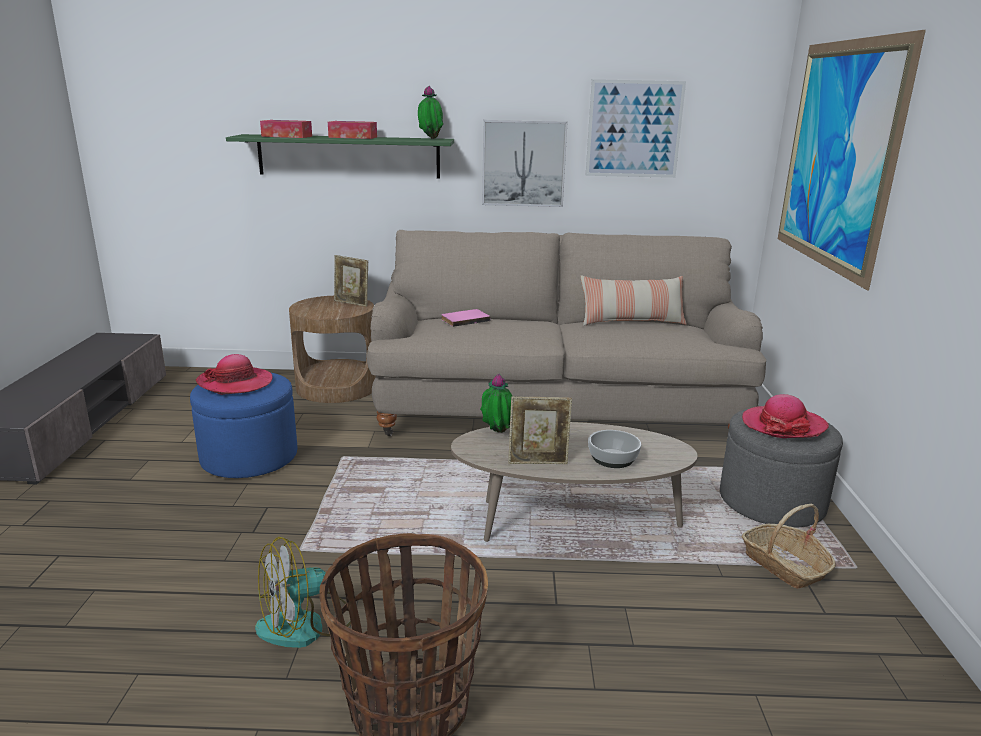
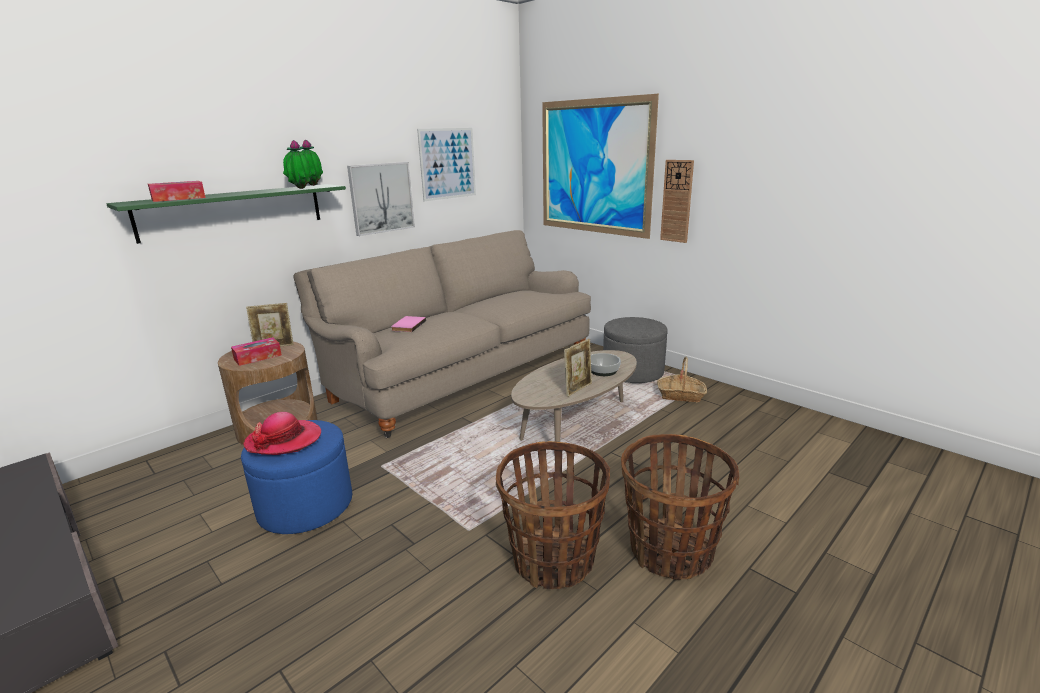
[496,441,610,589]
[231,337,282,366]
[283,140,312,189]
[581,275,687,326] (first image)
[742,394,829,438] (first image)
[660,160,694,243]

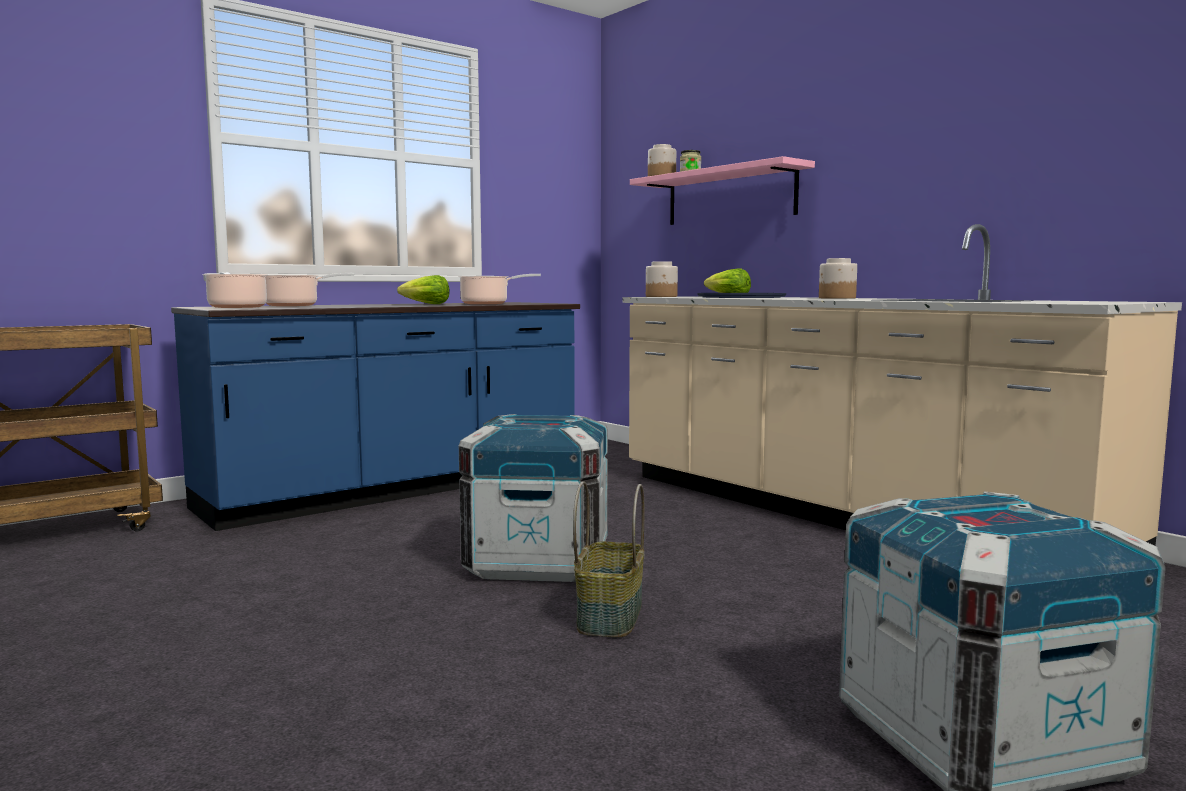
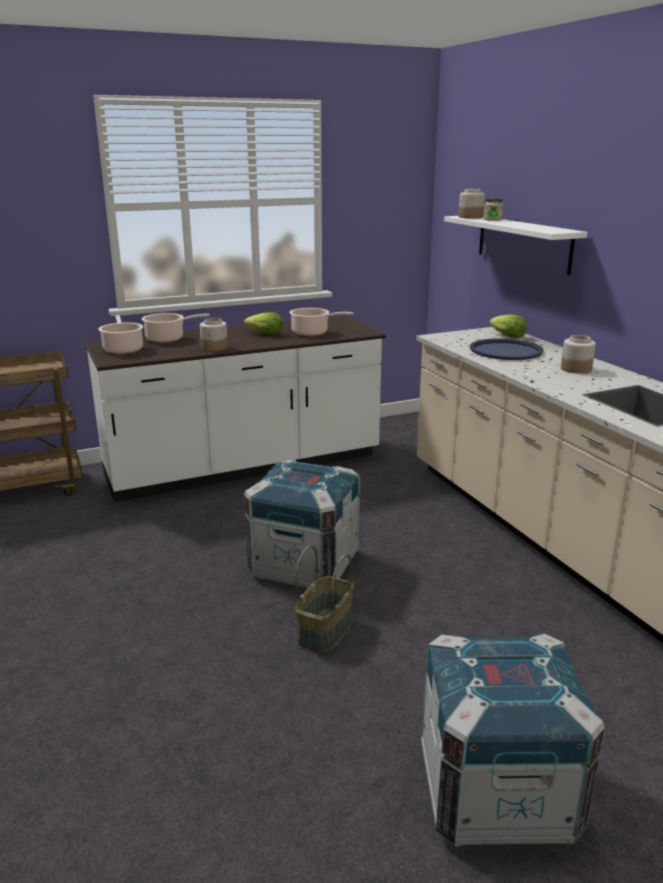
[84,316,386,502]
[444,216,588,275]
[200,318,228,351]

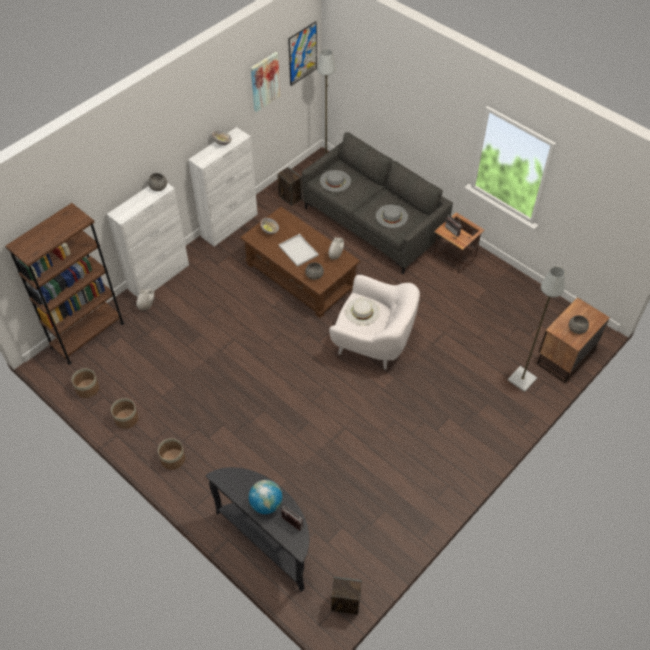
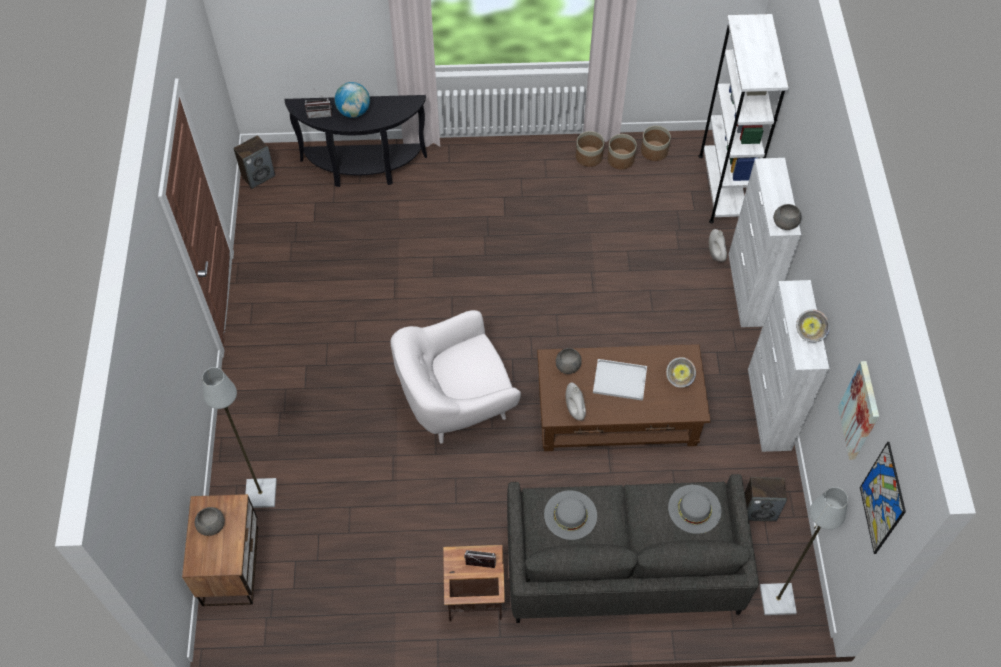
[698,14,789,223]
[607,134,637,170]
[345,298,380,325] (first image)

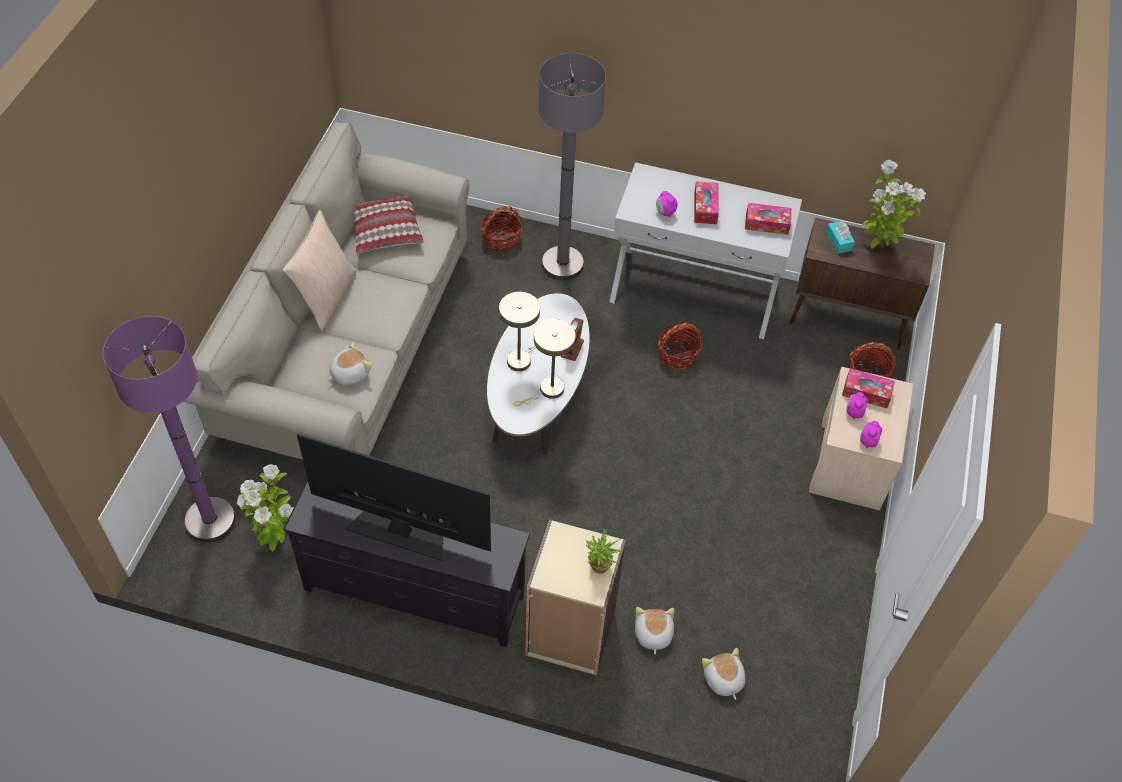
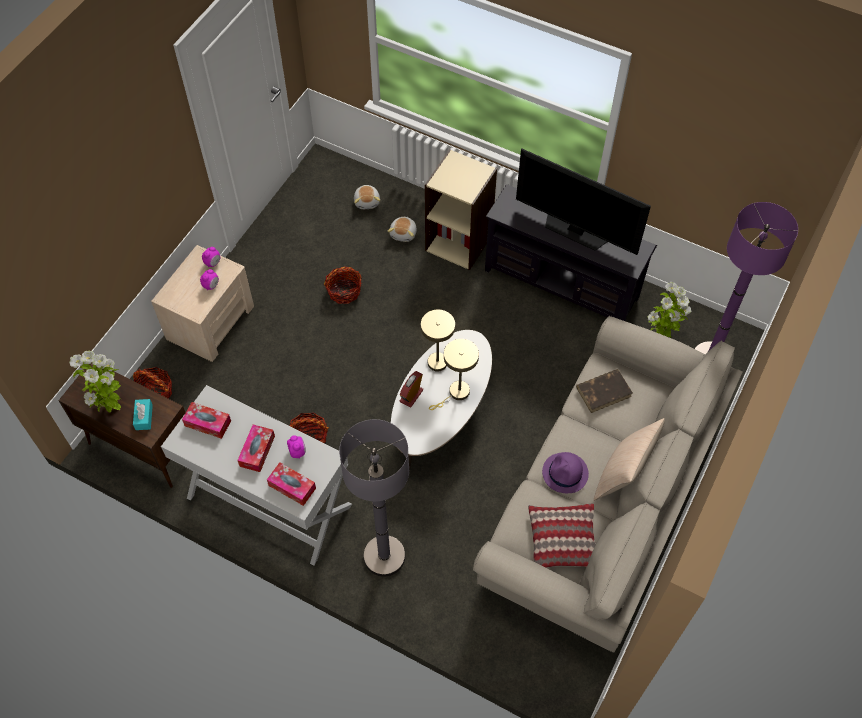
[576,369,633,413]
[324,266,362,304]
[586,529,622,574] (first image)
[267,462,316,506]
[542,452,589,493]

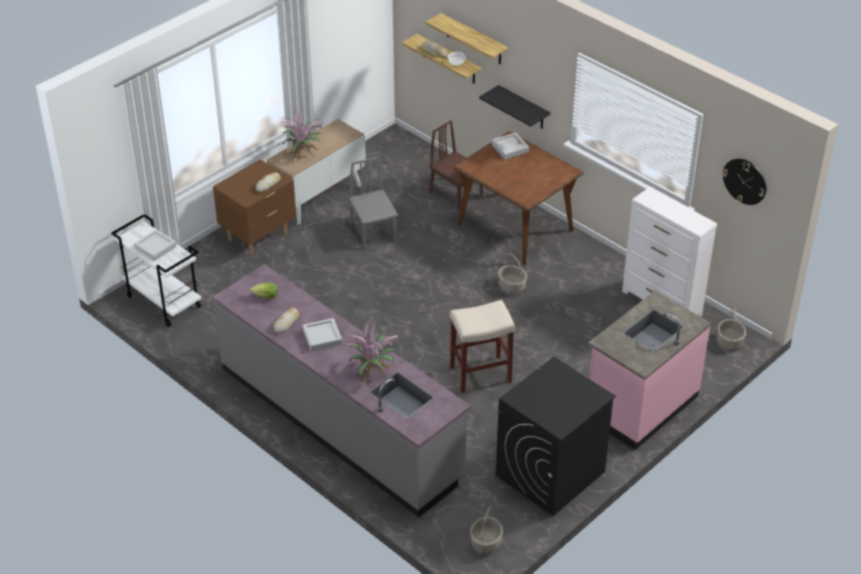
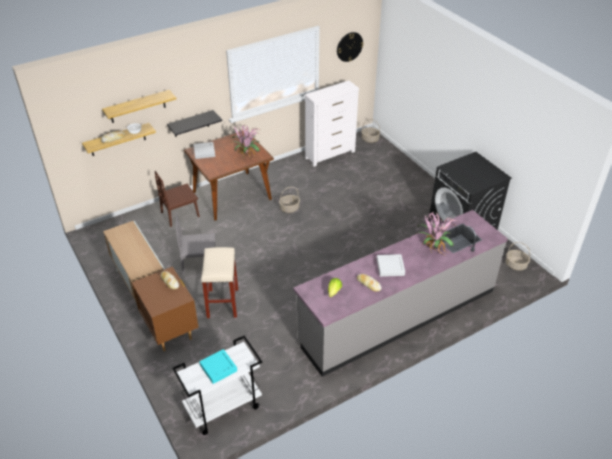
[199,349,237,384]
[230,125,260,161]
[201,247,238,318]
[588,291,711,450] (first image)

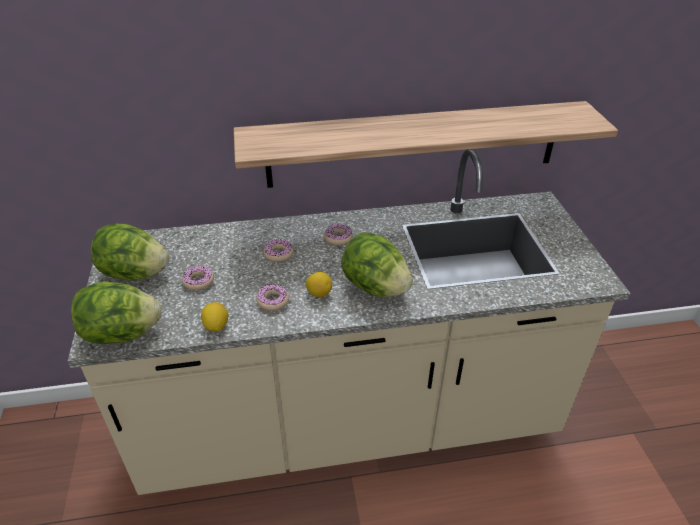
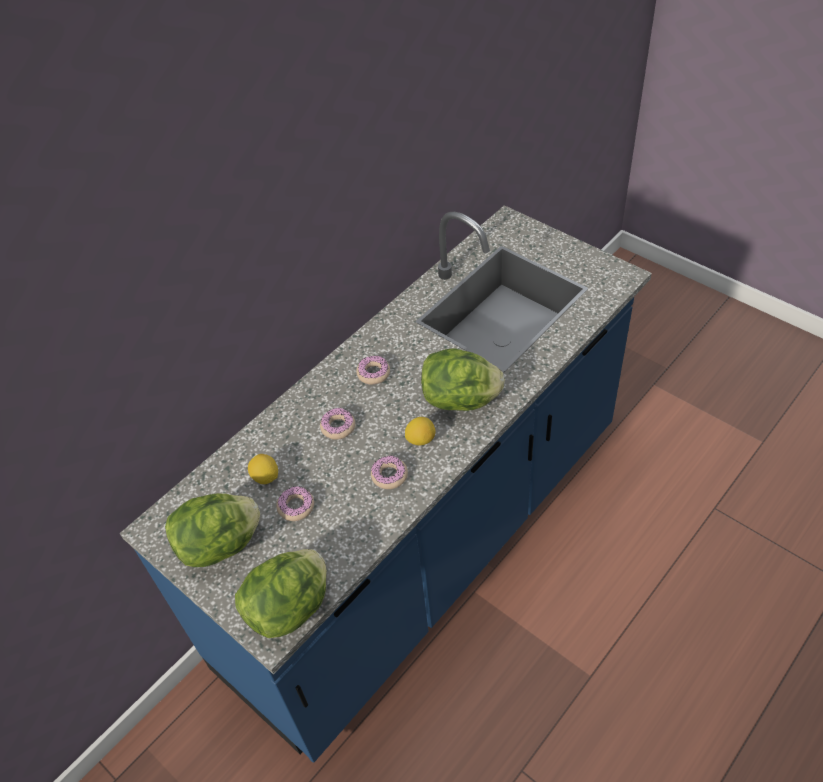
[120,205,652,763]
[248,454,278,484]
[234,101,618,188] (first image)

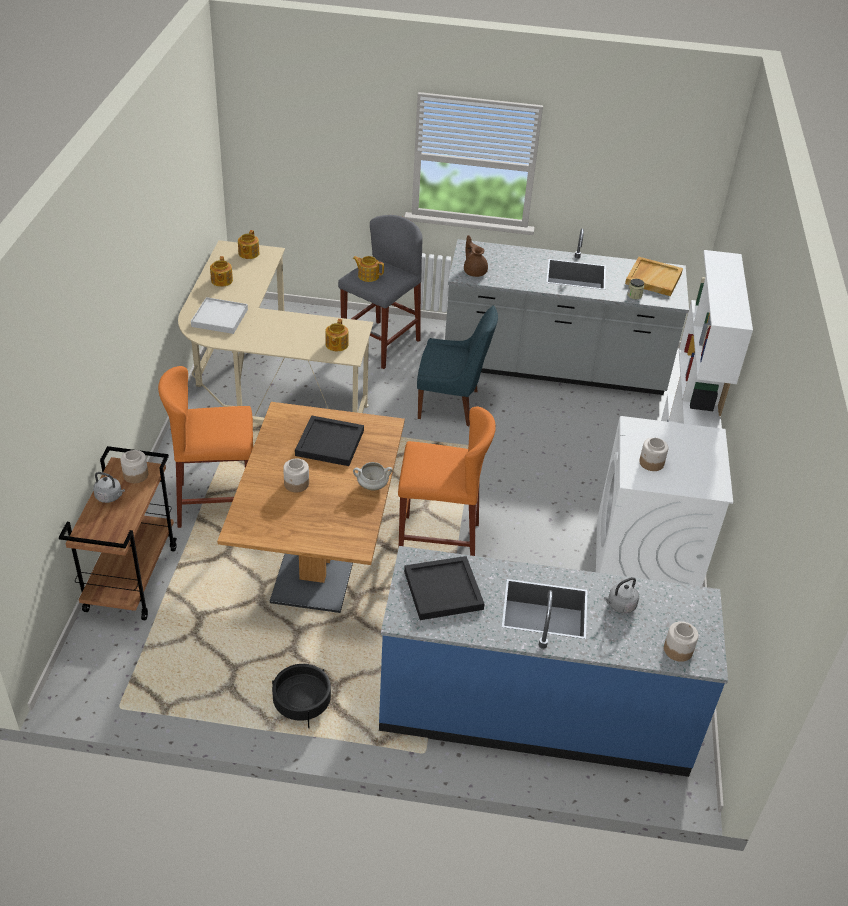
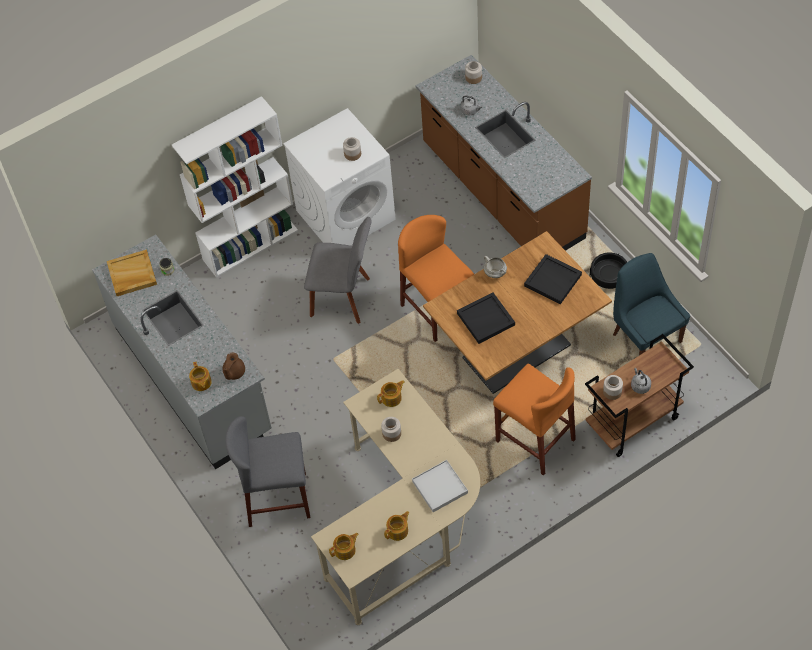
[381,417,401,442]
[189,362,212,391]
[415,55,592,251]
[524,254,582,304]
[613,253,690,355]
[304,217,371,324]

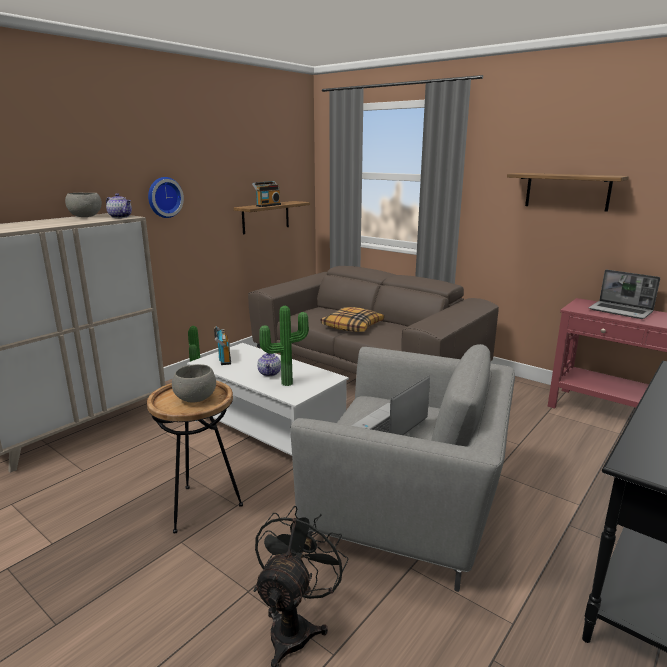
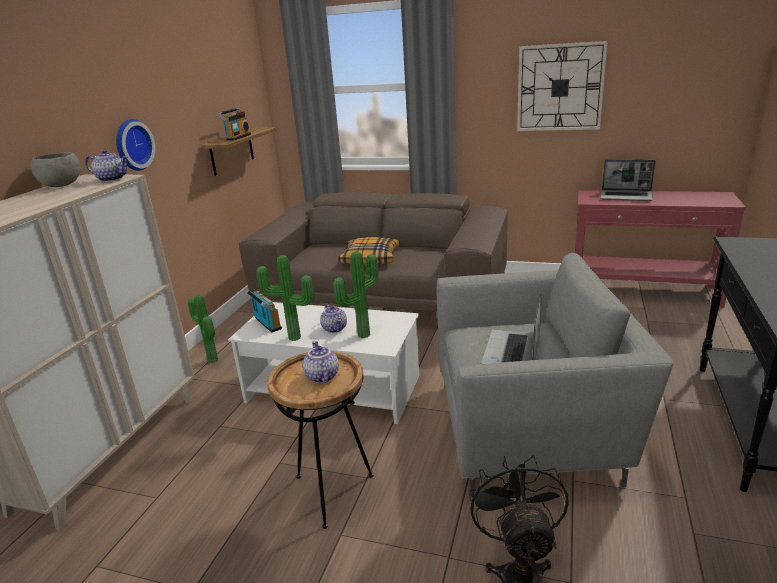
[303,341,339,383]
[517,41,608,131]
[256,255,315,341]

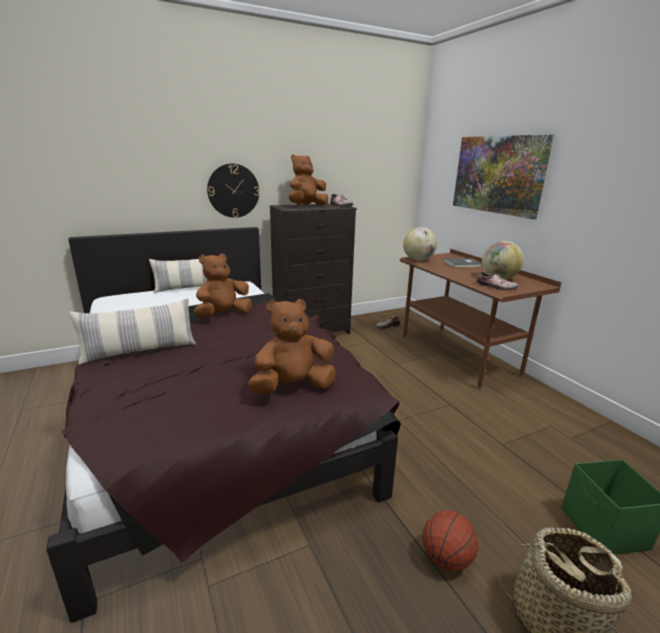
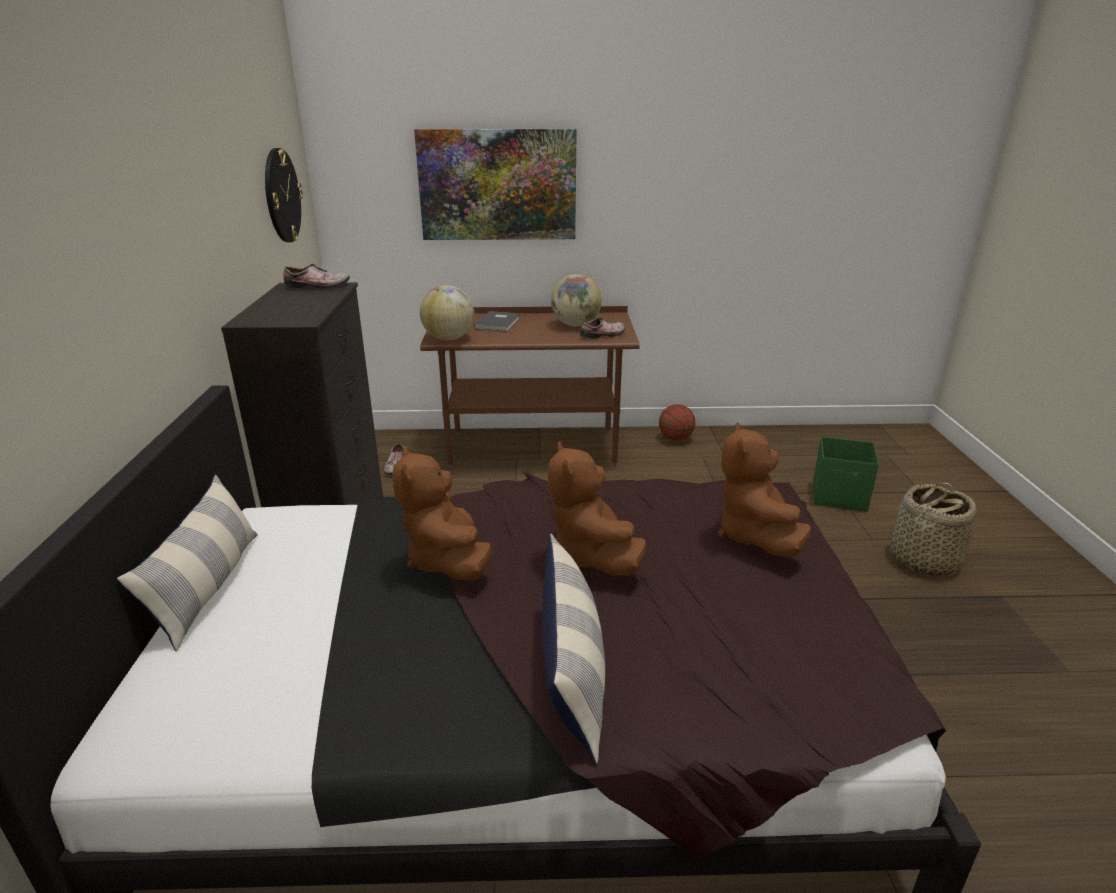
[265,148,303,242]
[548,441,647,576]
[659,404,696,441]

